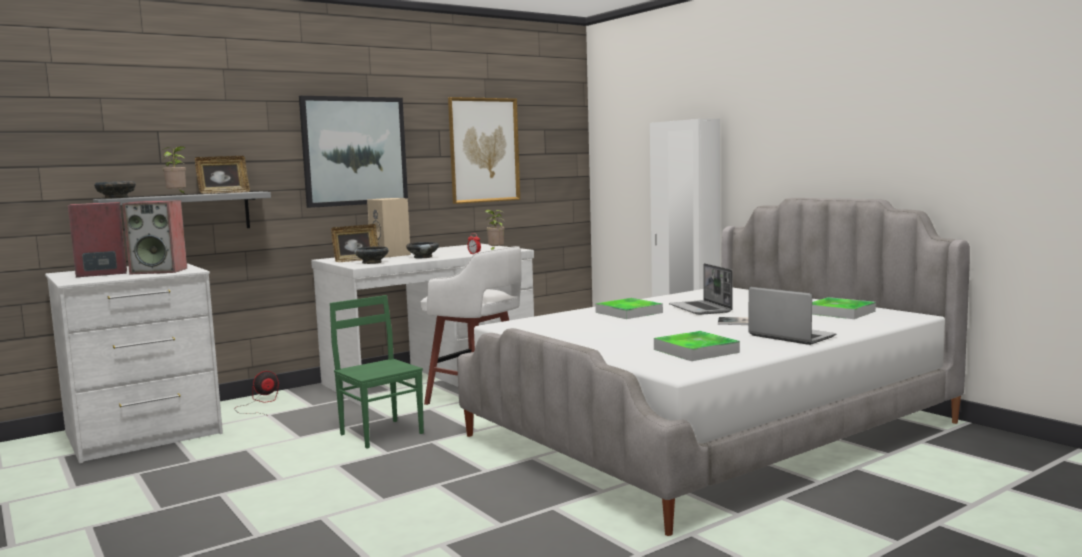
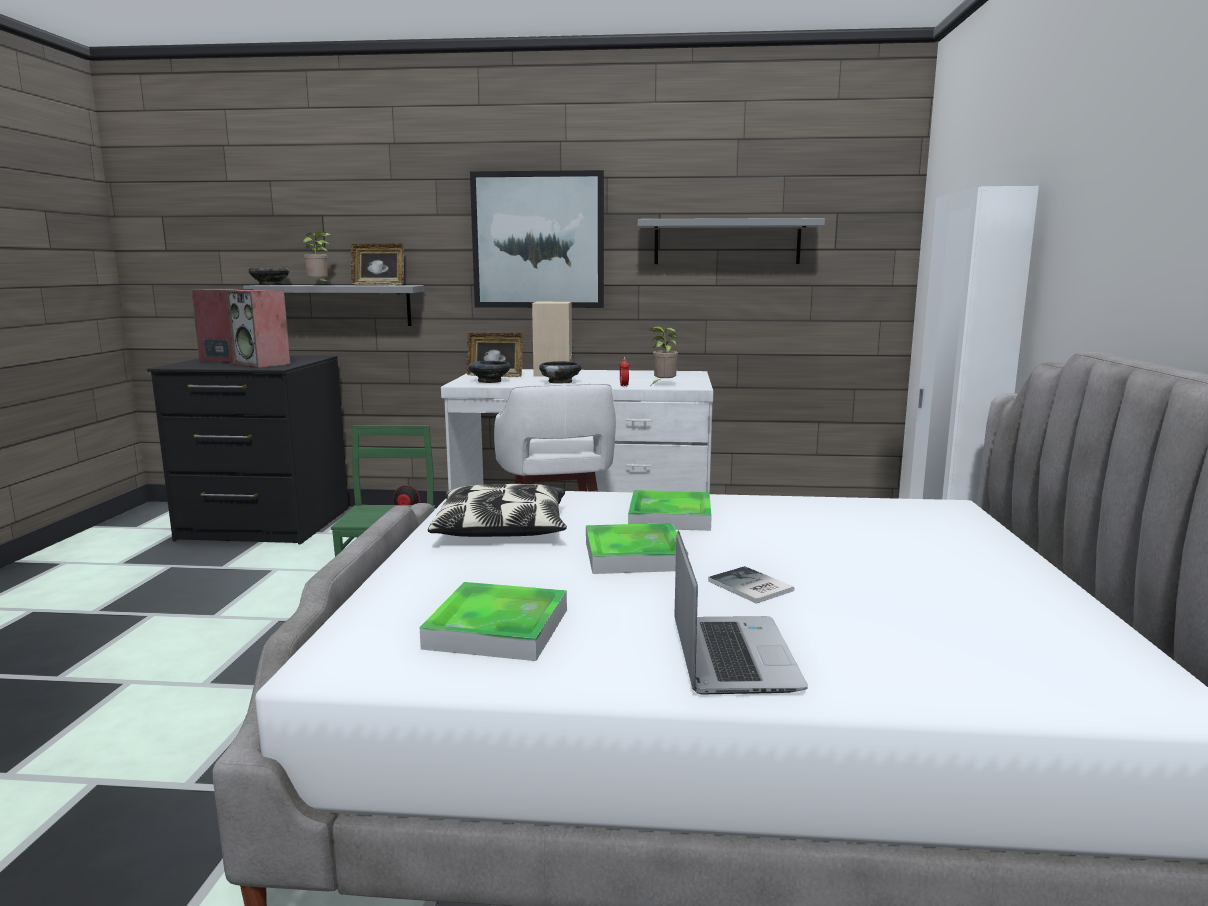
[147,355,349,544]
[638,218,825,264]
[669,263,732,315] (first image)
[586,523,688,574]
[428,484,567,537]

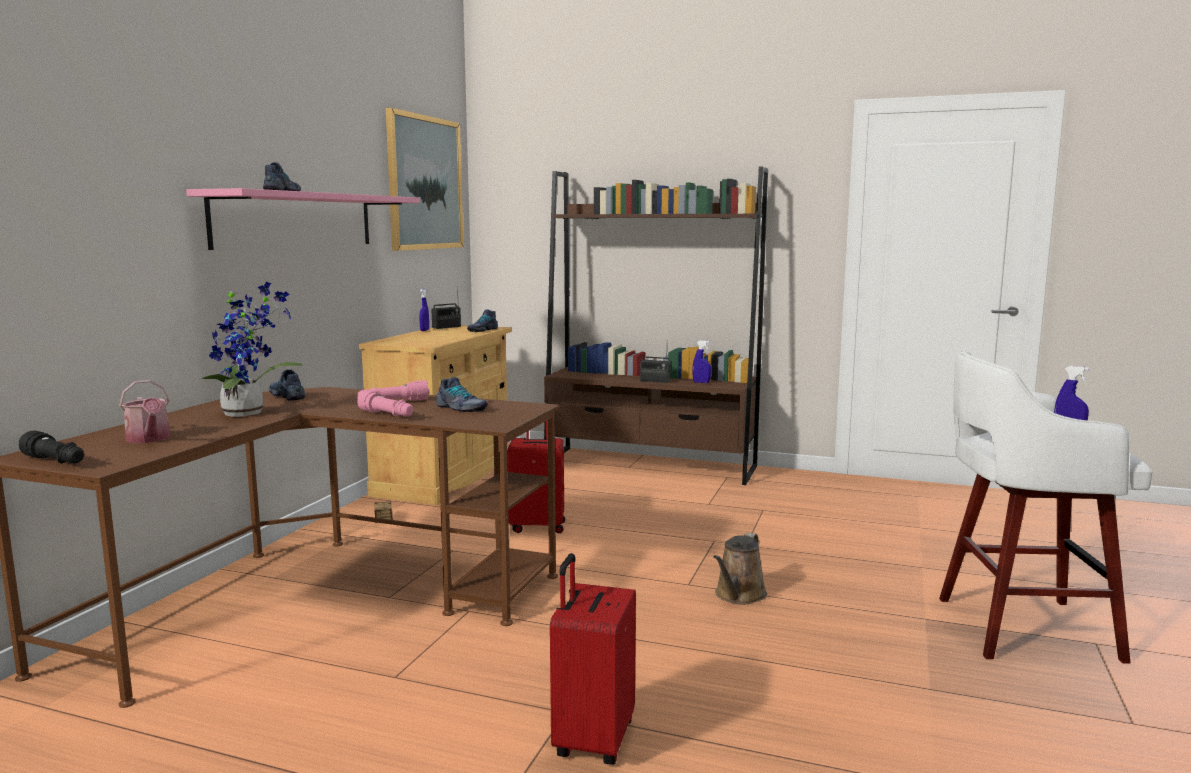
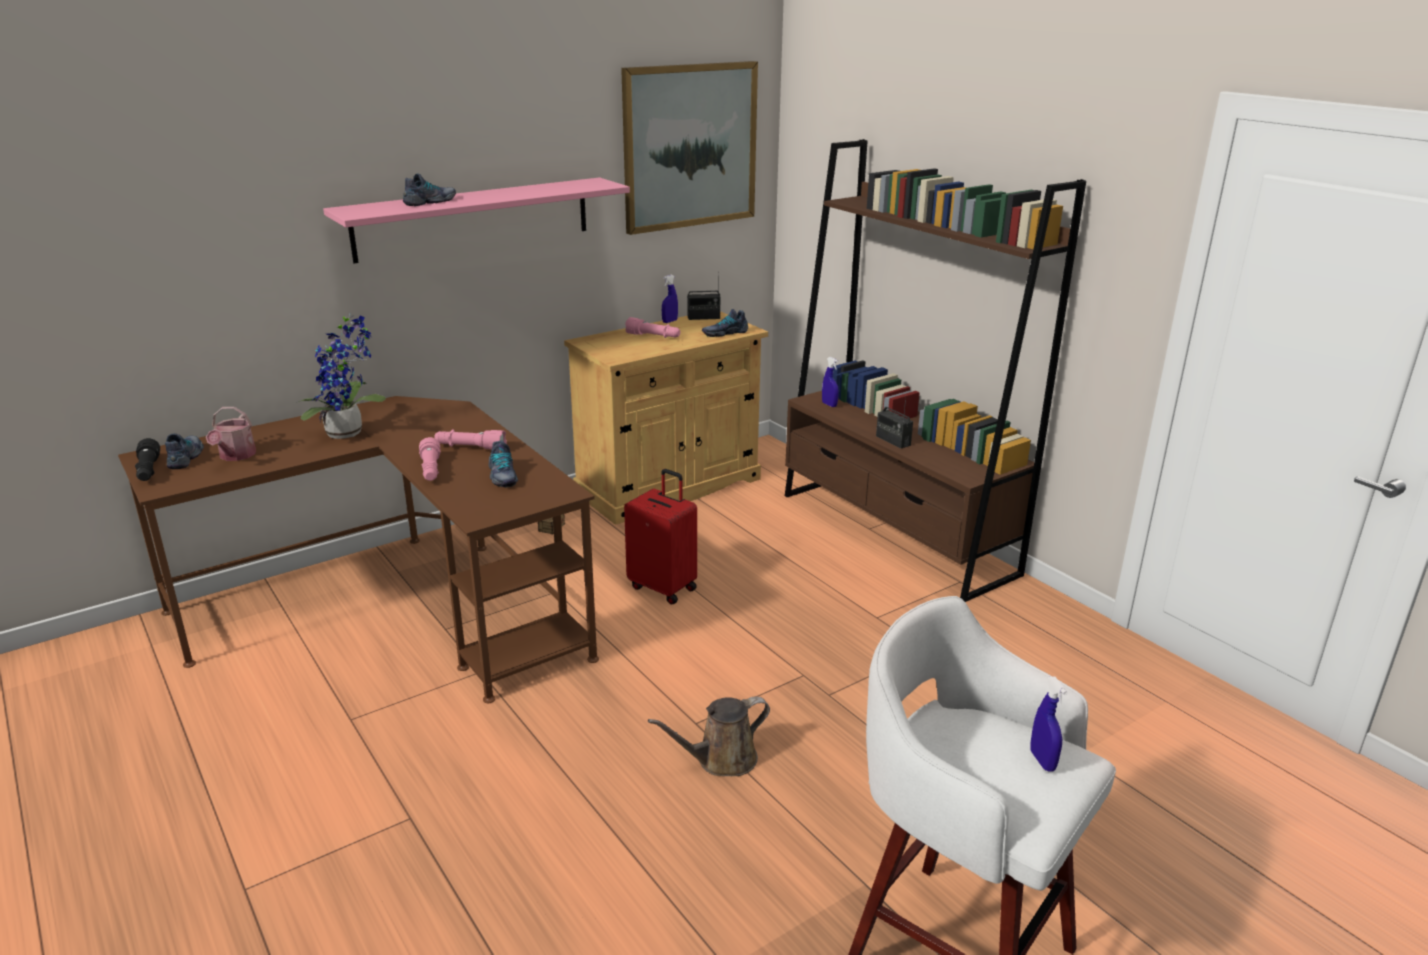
[165,433,204,469]
[550,553,636,765] (first image)
[822,357,839,407]
[625,317,680,338]

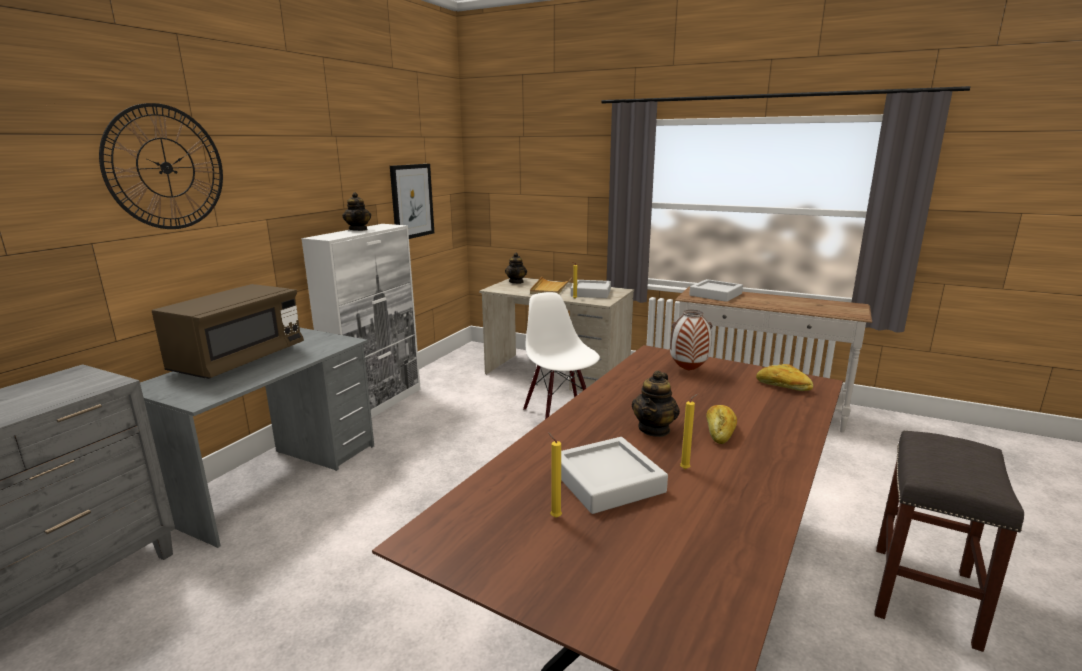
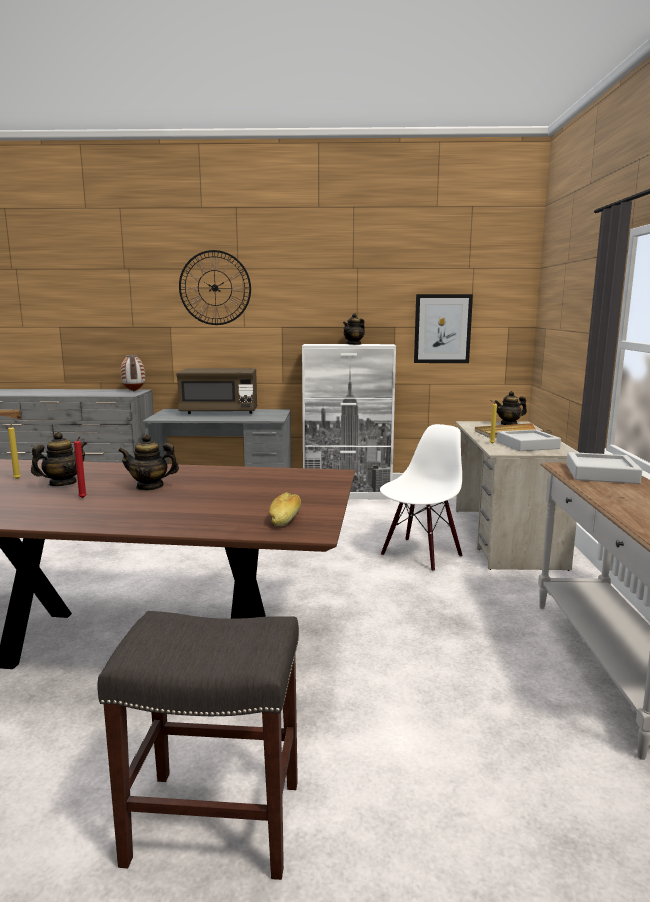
[31,432,87,486]
[121,355,145,392]
[74,436,87,498]
[706,405,737,444] (first image)

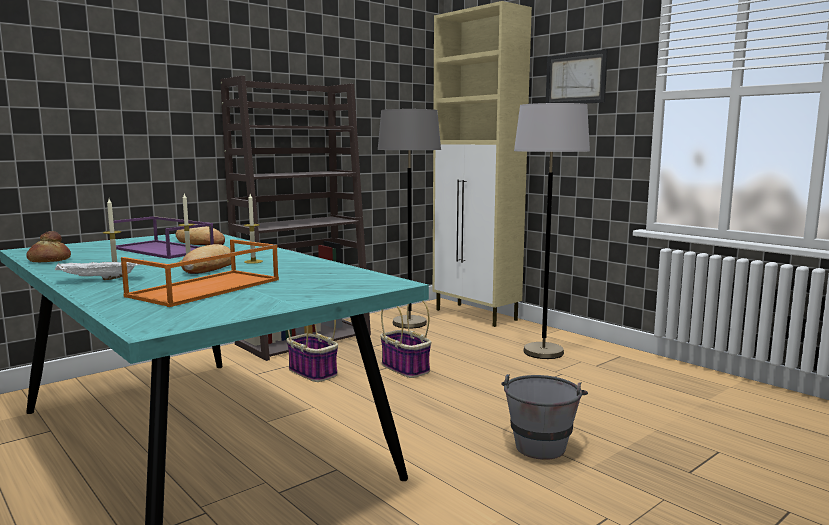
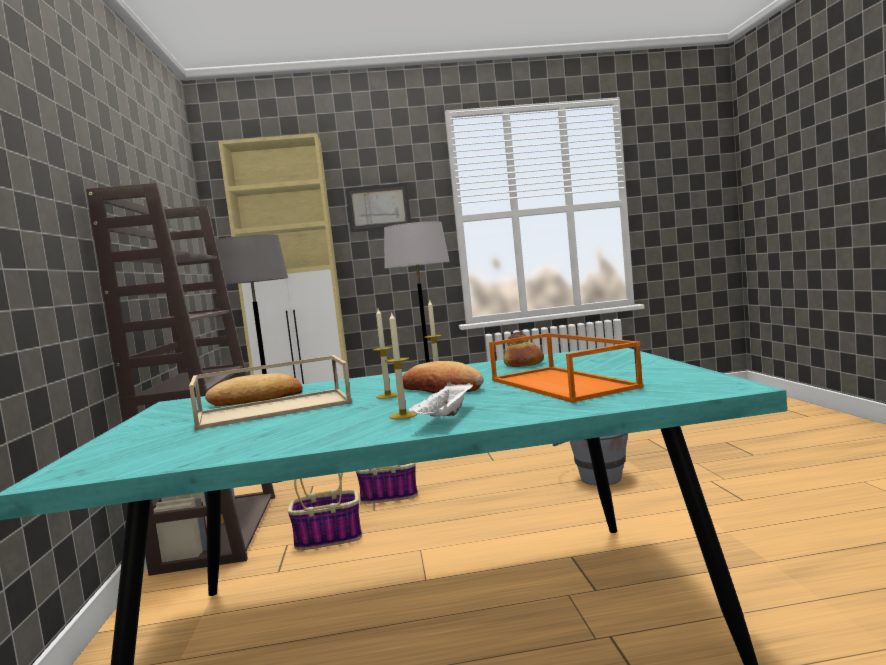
[503,332,544,367]
[189,355,352,430]

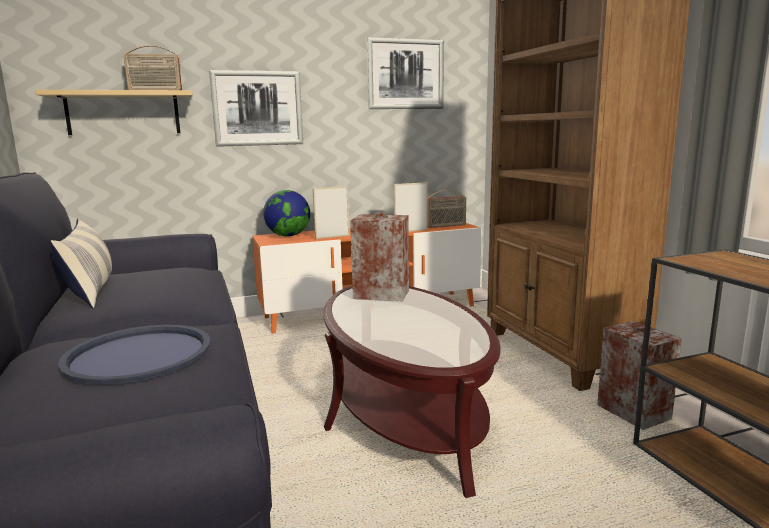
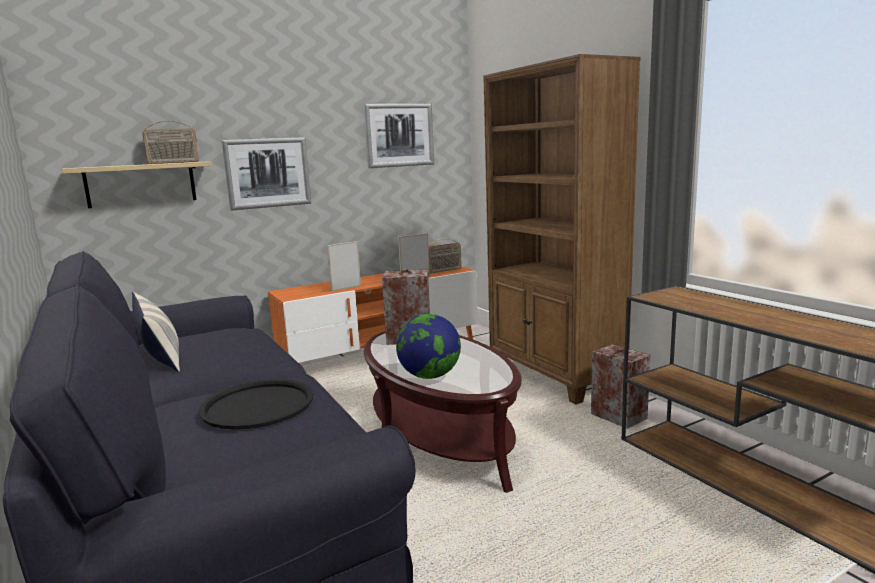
[199,379,313,430]
[396,314,461,379]

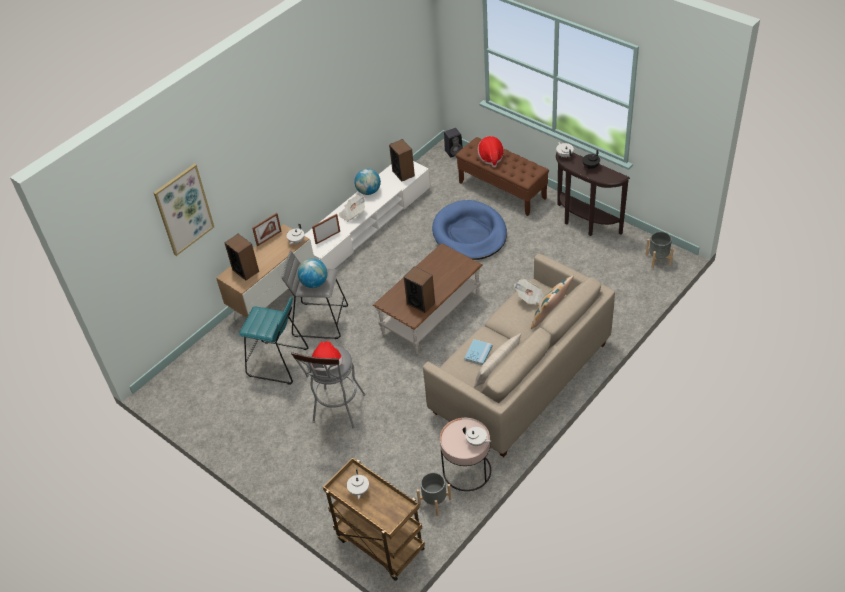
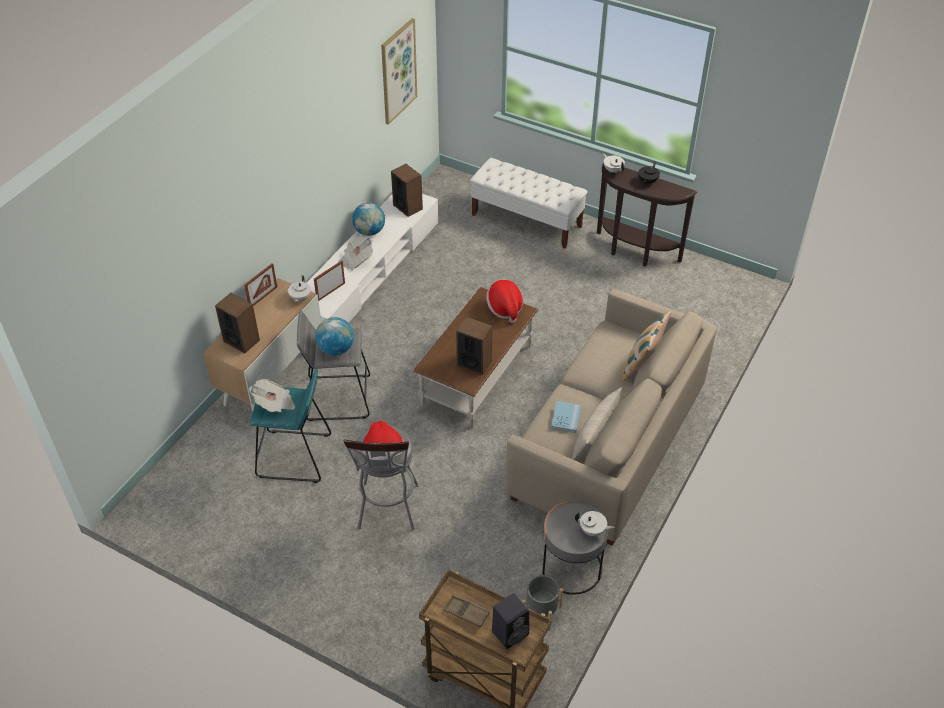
[381,18,417,125]
[443,595,490,628]
[432,200,507,260] (first image)
[542,501,608,595]
[492,594,530,649]
[470,158,588,249]
[486,279,523,323]
[249,379,295,412]
[646,231,674,268] (first image)

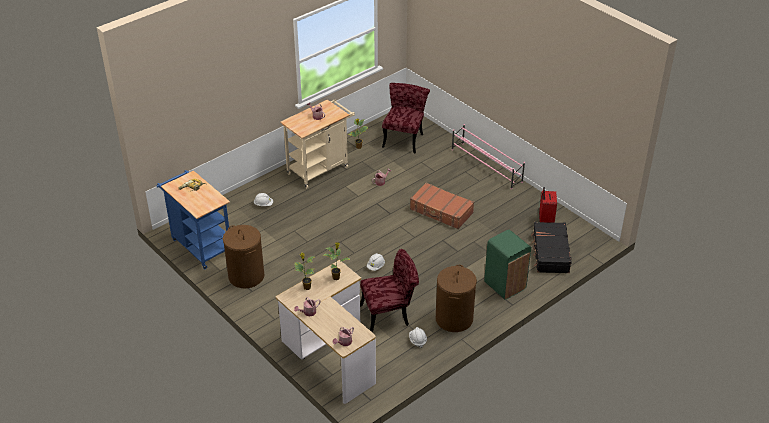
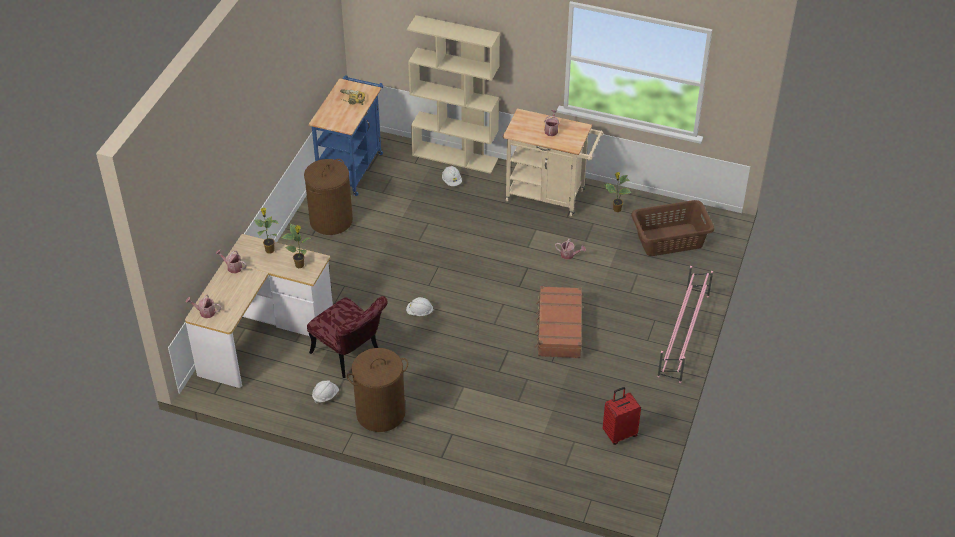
[631,200,714,256]
[484,229,531,300] (first image)
[531,222,571,273] (first image)
[407,15,500,174]

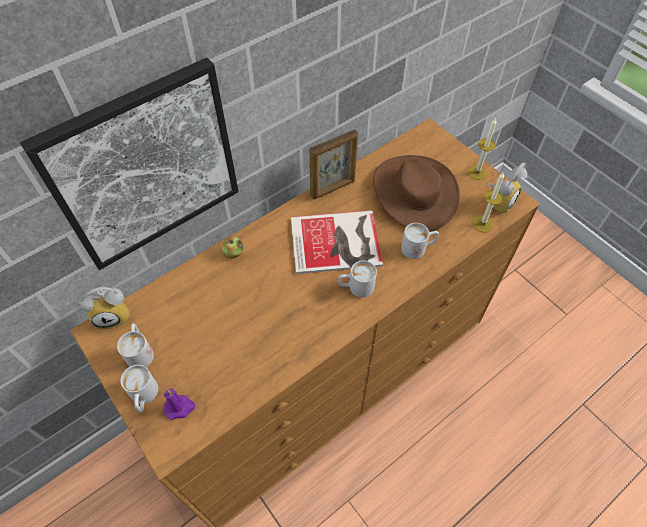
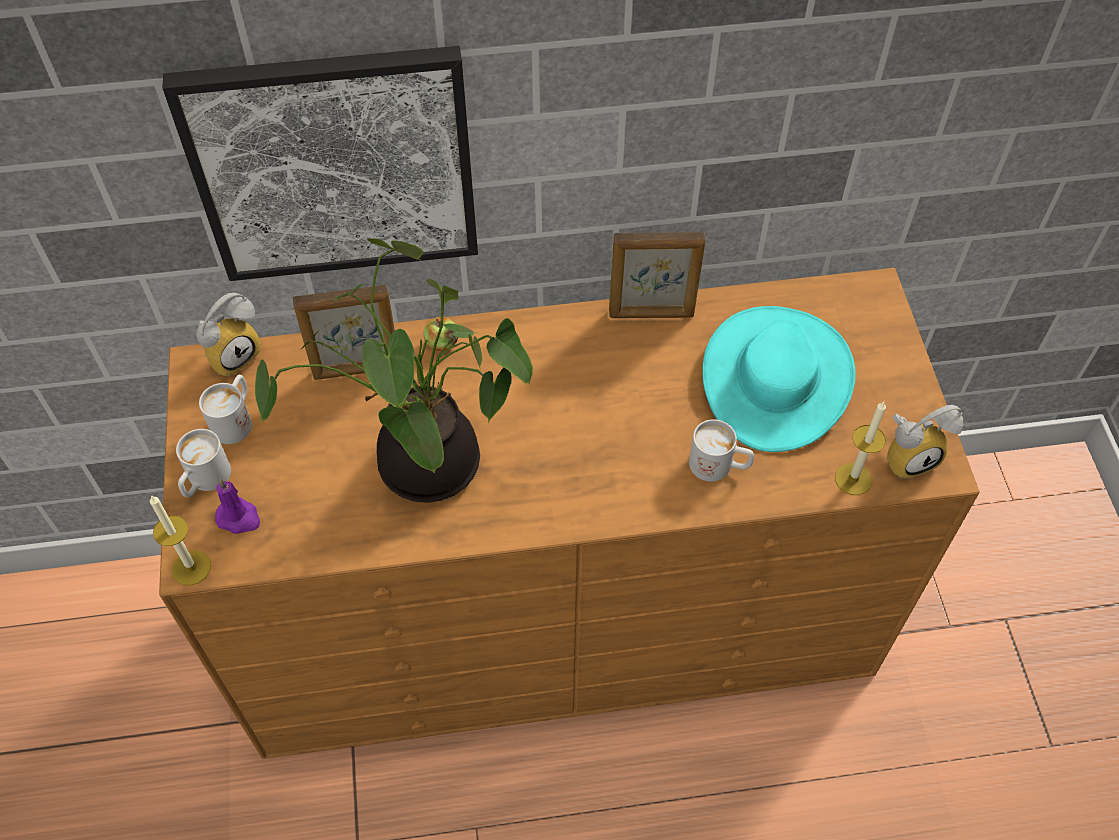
[196,293,261,377]
[291,210,383,274] (first image)
[338,260,377,298] (first image)
[702,306,855,452]
[150,495,211,585]
[255,238,533,503]
[293,285,395,380]

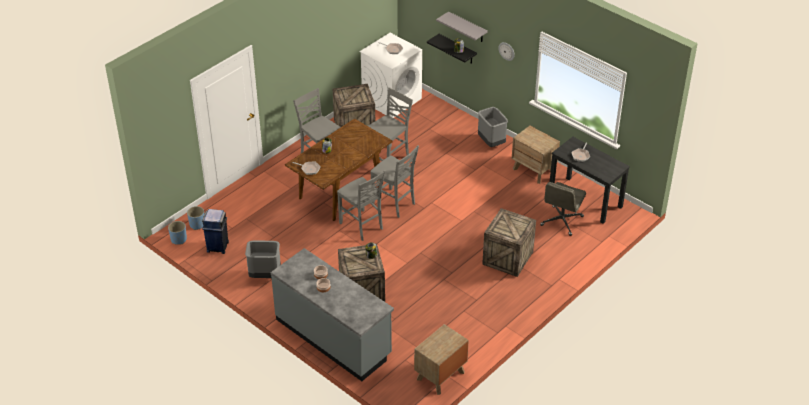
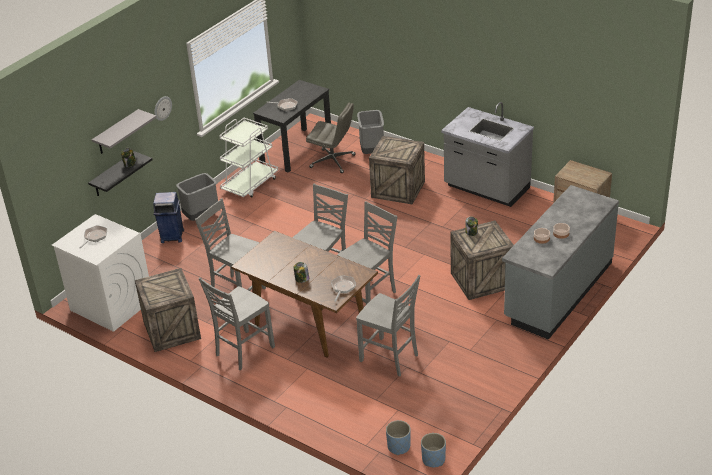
[153,192,184,243]
[357,110,384,154]
[219,118,278,198]
[356,275,420,377]
[441,102,534,207]

